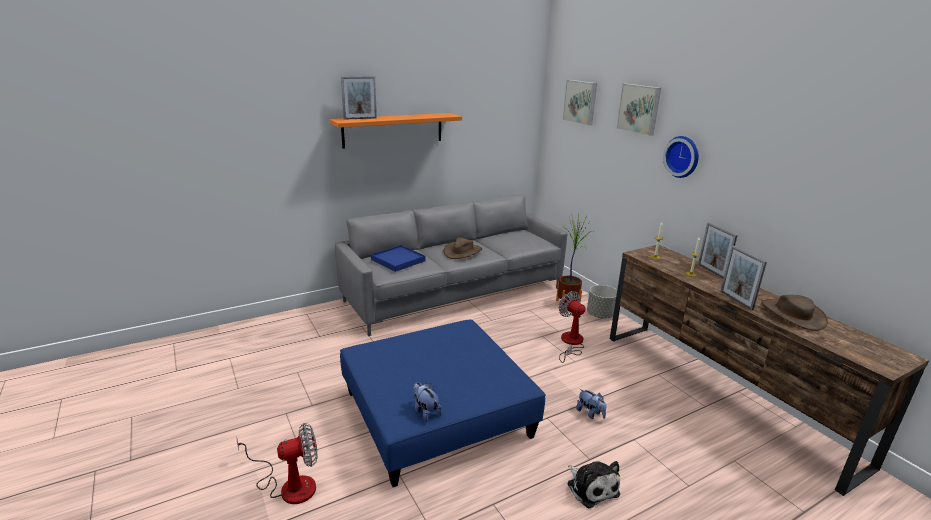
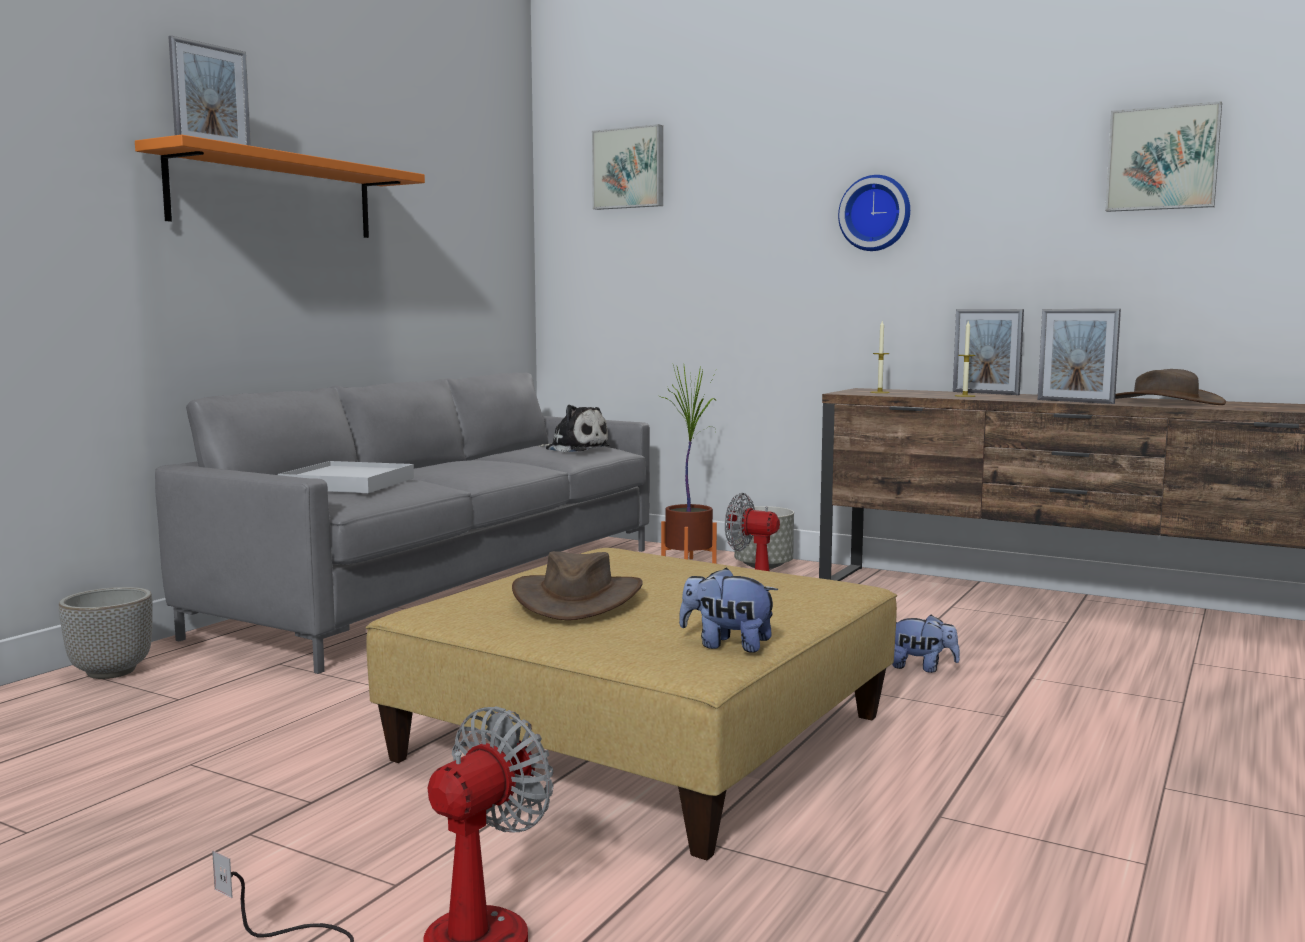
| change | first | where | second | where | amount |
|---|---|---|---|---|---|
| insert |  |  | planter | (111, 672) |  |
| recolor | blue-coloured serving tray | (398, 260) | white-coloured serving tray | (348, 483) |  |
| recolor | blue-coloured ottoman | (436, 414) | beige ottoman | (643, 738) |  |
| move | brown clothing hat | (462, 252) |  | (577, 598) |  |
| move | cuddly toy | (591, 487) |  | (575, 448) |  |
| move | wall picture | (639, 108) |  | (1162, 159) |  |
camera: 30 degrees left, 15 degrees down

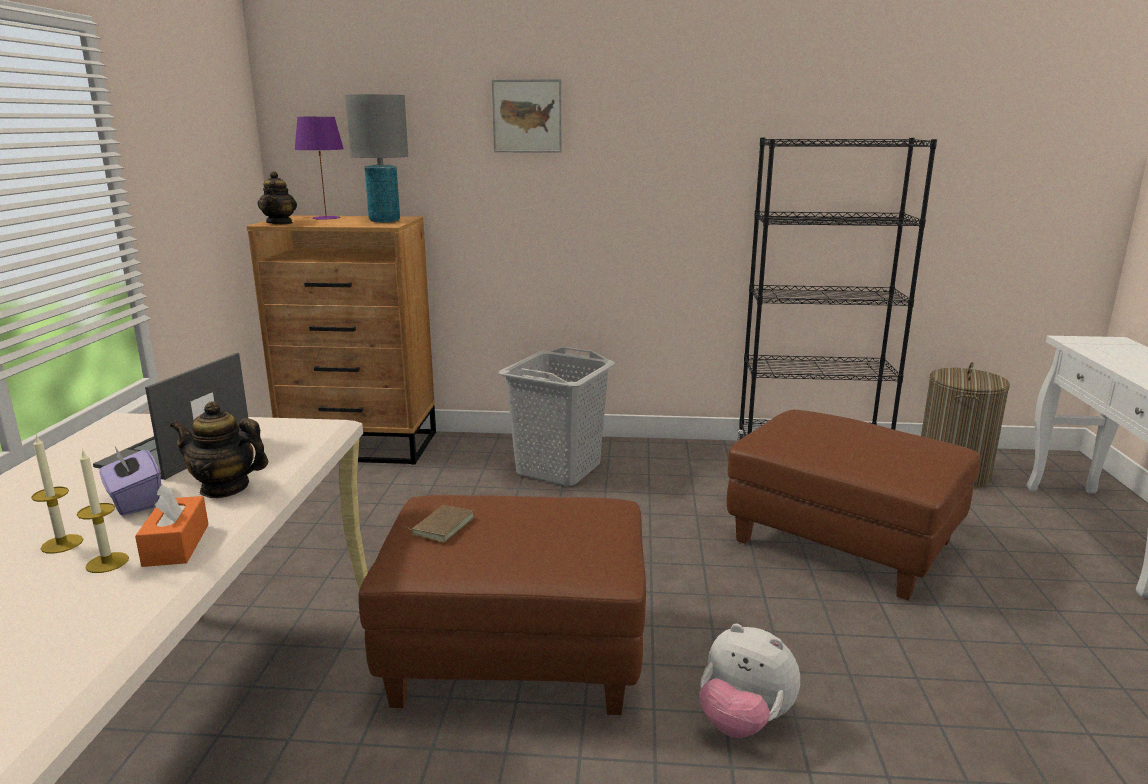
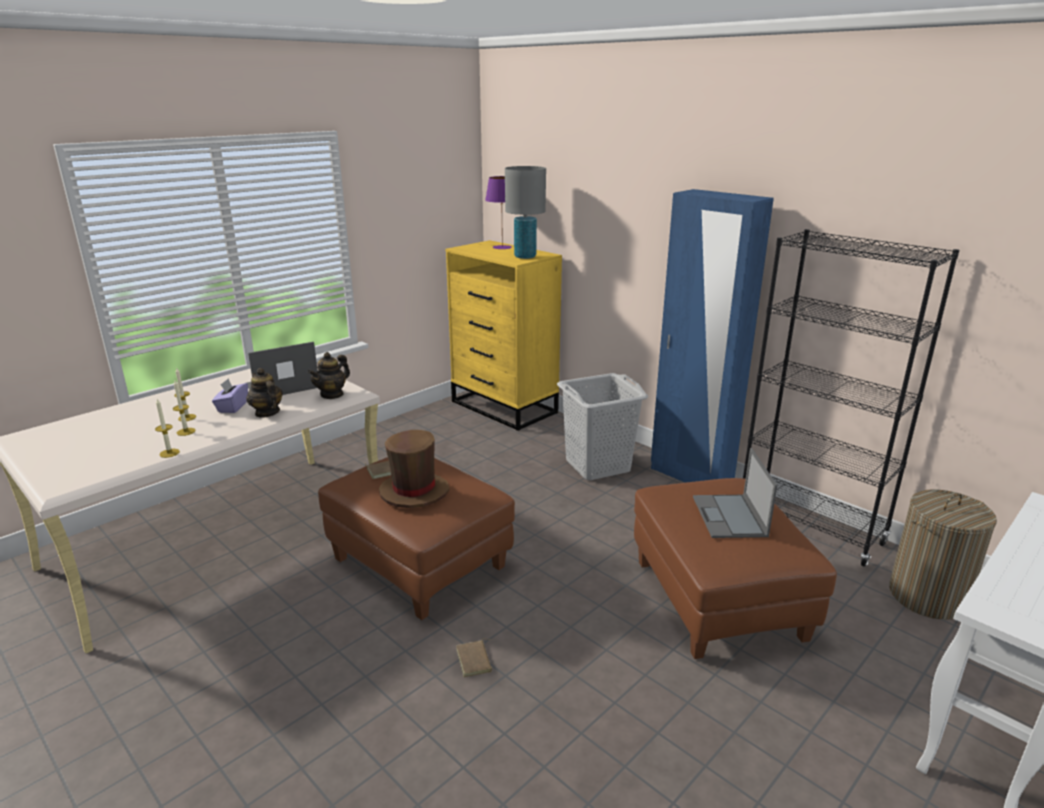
| change | first | where | second | where | amount |
|---|---|---|---|---|---|
| insert |  |  | wax light | (169, 453) |  |
| move | pot for tea | (280, 223) |  | (332, 394) |  |
| insert |  |  | brown clothing hat | (414, 492) |  |
| recolor | brown drawer chest | (361, 446) | yellow-coloured drawer chest | (504, 407) |  |
| replace | cuddly toy | (743, 721) | brown book | (475, 660) |  |
| insert |  |  | blue-coloured armoire | (690, 477) |  |
| insert |  |  | portable computer | (730, 517) |  |
| delete | orange-coloured tissue box | (176, 545) |  |  |  |
| delete | wall picture | (527, 116) |  |  |  |
camera: 40 degrees right, 5 degrees up

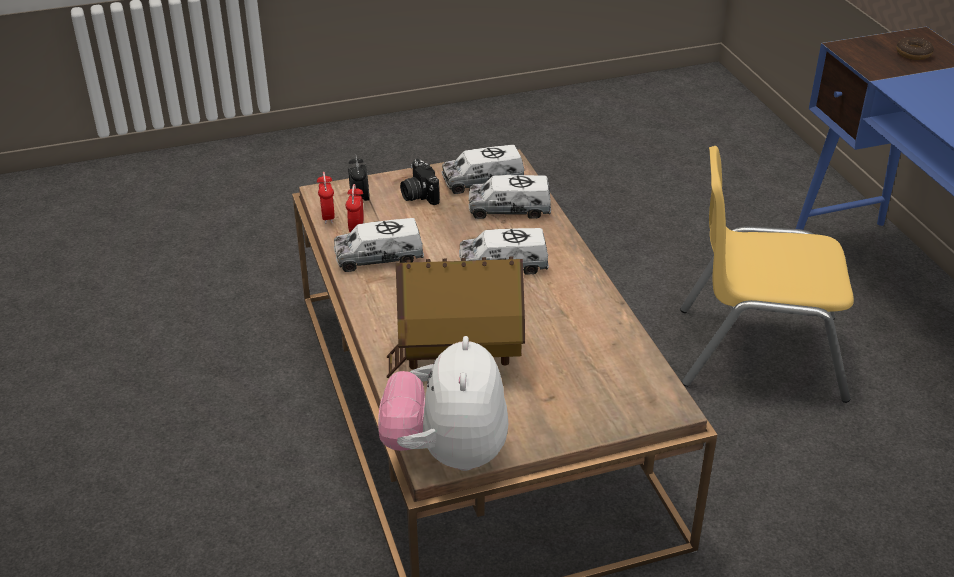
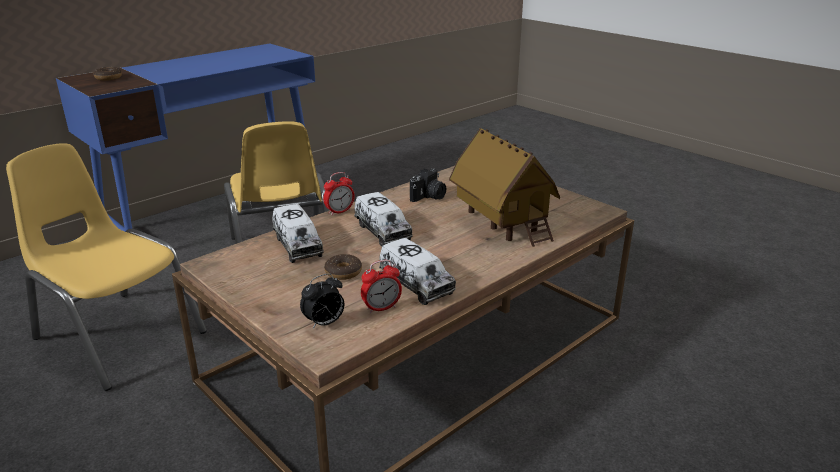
| change | first | where | second | where | amount |
|---|---|---|---|---|---|
| insert |  |  | yellow-coloured chair | (119, 336) |  |
| move | alarm clock | (328, 217) |  | (339, 211) |  |
| insert |  |  | donut | (343, 272) |  |
| move | photo camera | (418, 195) |  | (429, 197) |  |
| delete | cuddly toy | (447, 452) |  |  |  |
| delete | toy truck | (482, 181) |  |  |  |
camera: 115 degrees left, 10 degrees down

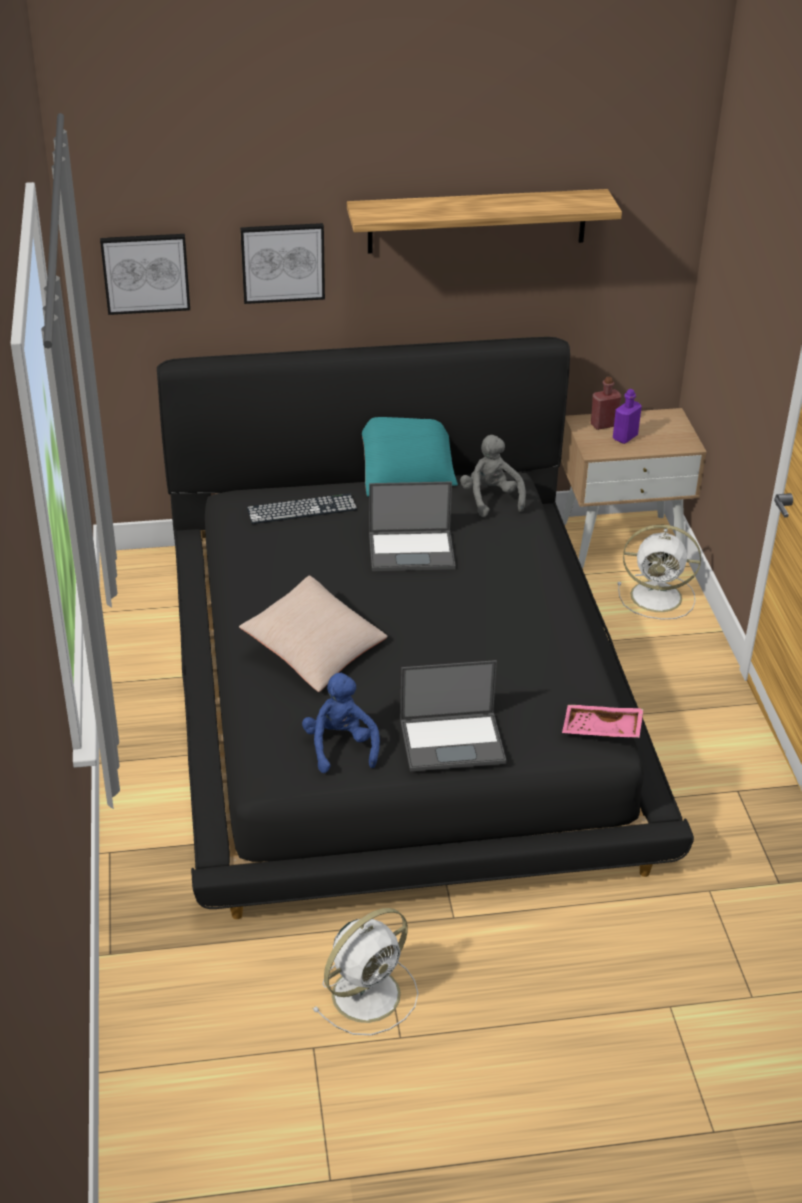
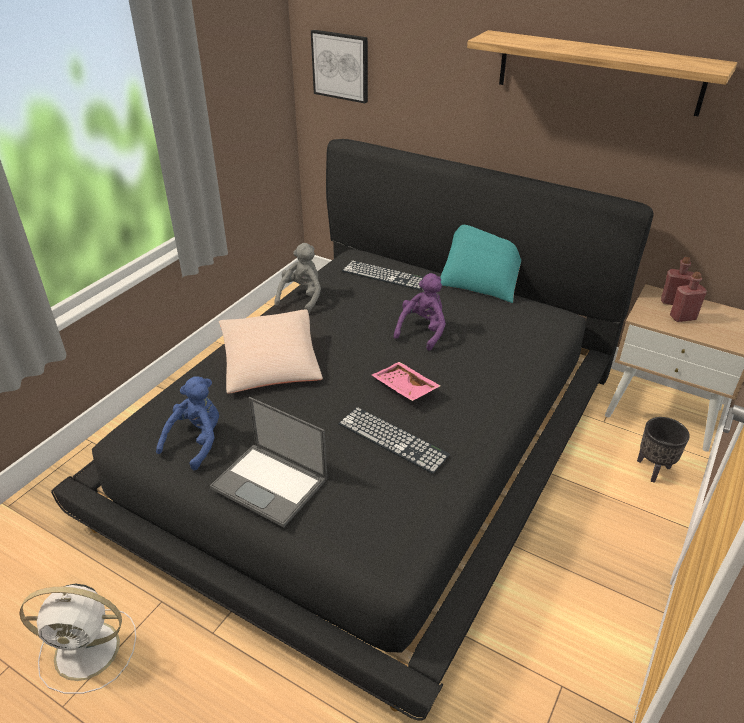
| change | first | where | second | where | amount |
|---|---|---|---|---|---|
| move | grey cuddly toy | (491, 499) |  | (302, 298) |  |
| insert |  |  | computer keyboard | (392, 439) |  |
| move | pinkish serving tray | (601, 730) |  | (404, 388) |  |
| replace | portable computer | (412, 550) | purplish cuddly toy | (422, 331) |  |
| replace | white-coloured cooling fan | (658, 597) | blackish planter | (653, 469) |  |
| recolor | purplish bottle | (625, 437) | reddish bottle | (682, 317) |  |
| delete | wall picture | (283, 262) |  |  |  |
camera: 40 degrees right, 0 degrees up

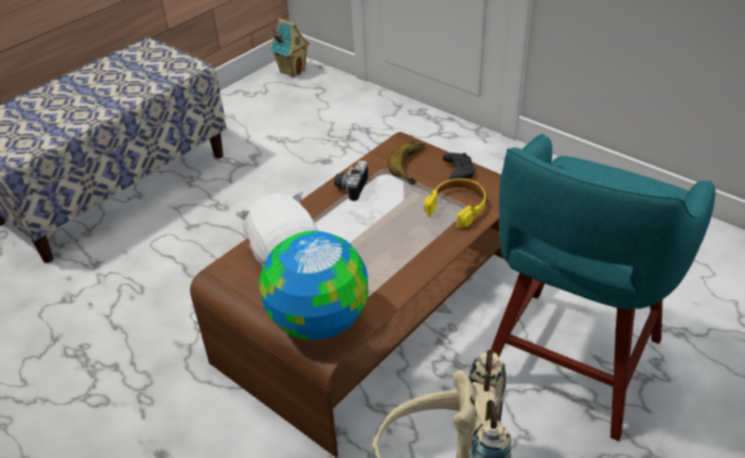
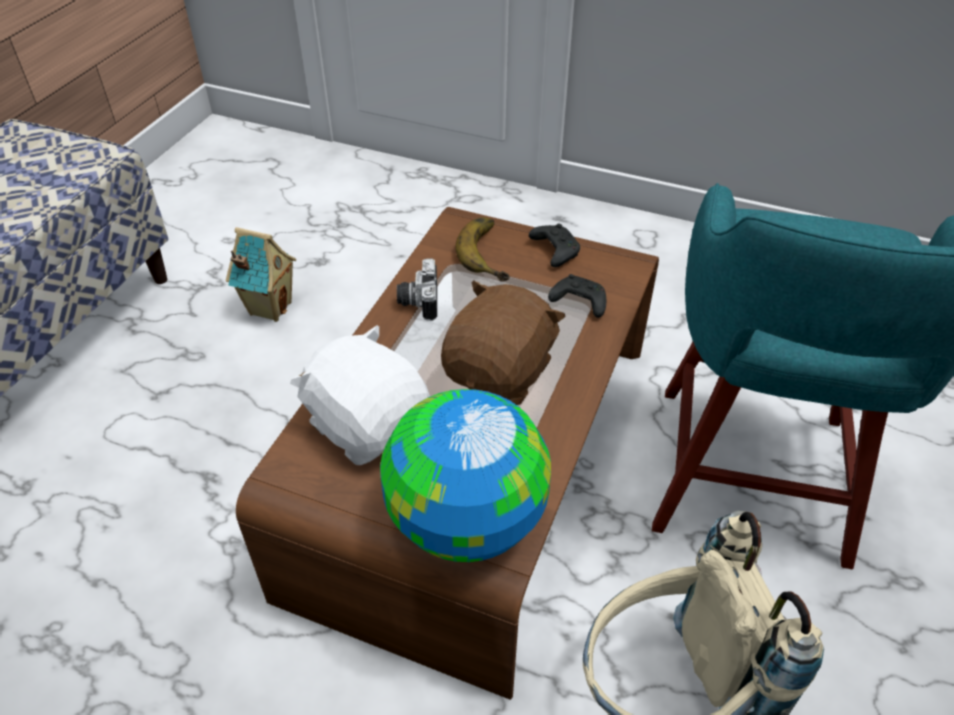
| change | first | where | second | where | amount |
|---|---|---|---|---|---|
| move | model house | (292, 71) |  | (269, 308) |  |
| insert |  |  | brown cuddly toy | (501, 372) |  |
| replace | yellow-coloured pair of headphones | (457, 207) | blackish game controller | (578, 302) |  |
camera: 20 degrees left, 5 degrees up

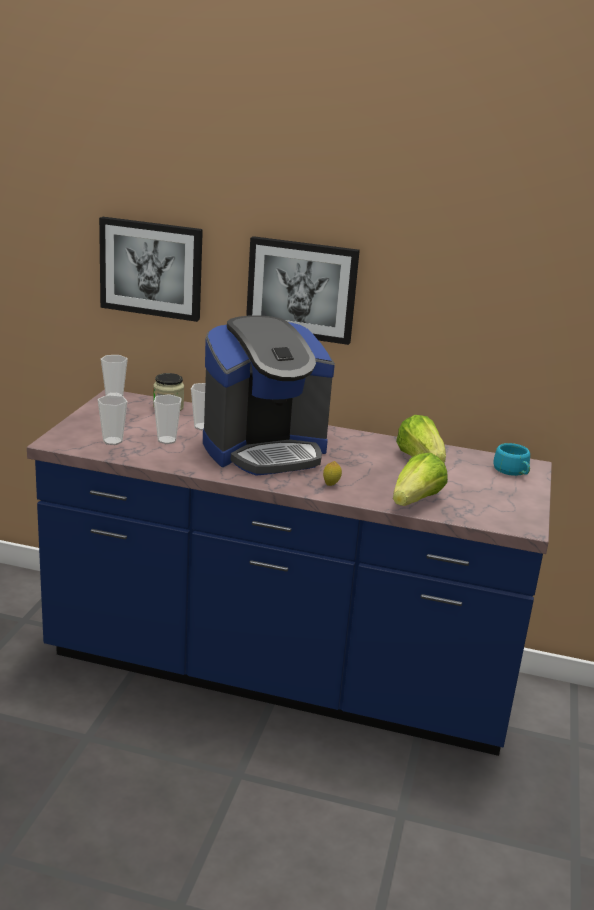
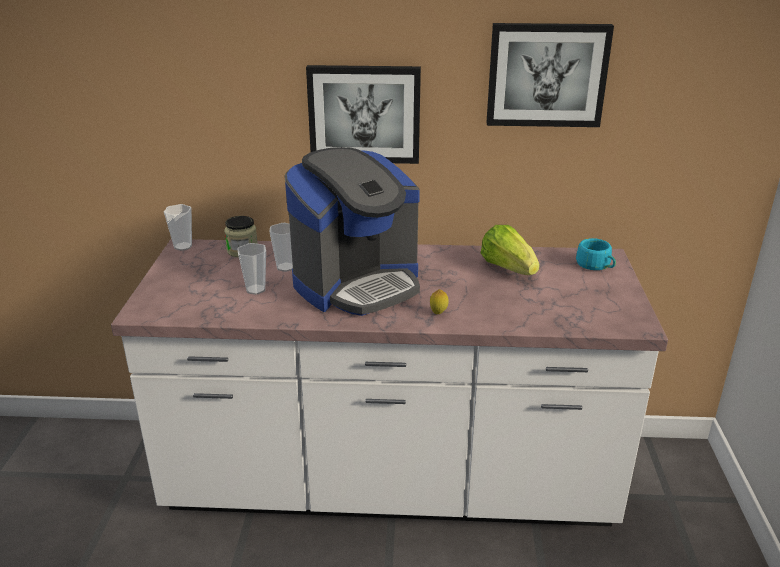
| change | first | where | second | where | amount |
|---|---|---|---|---|---|
| recolor | blue-coloured kitchen counter | (279, 674) | white-coloured kitchen counter | (390, 484) |  |
| move | wall picture | (151, 268) |  | (547, 75) |  |
| delete | small cup | (112, 441) |  |  |  |
| delete | lettuce | (416, 501) |  |  |  |
camera: 10 degrees left, 5 degrees up

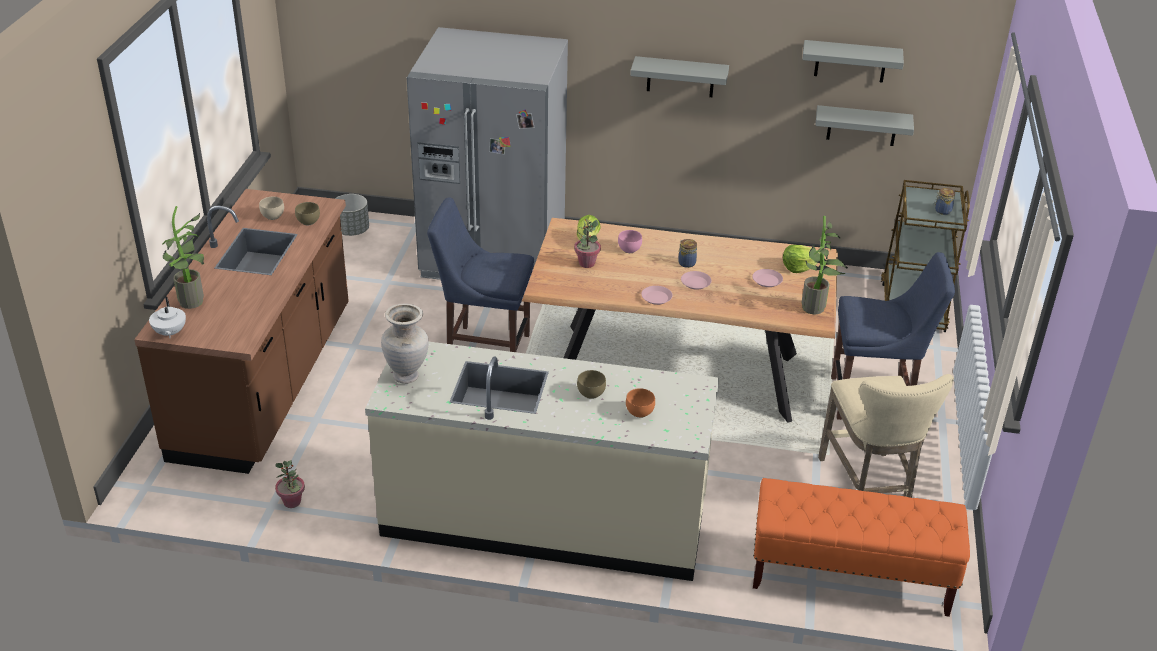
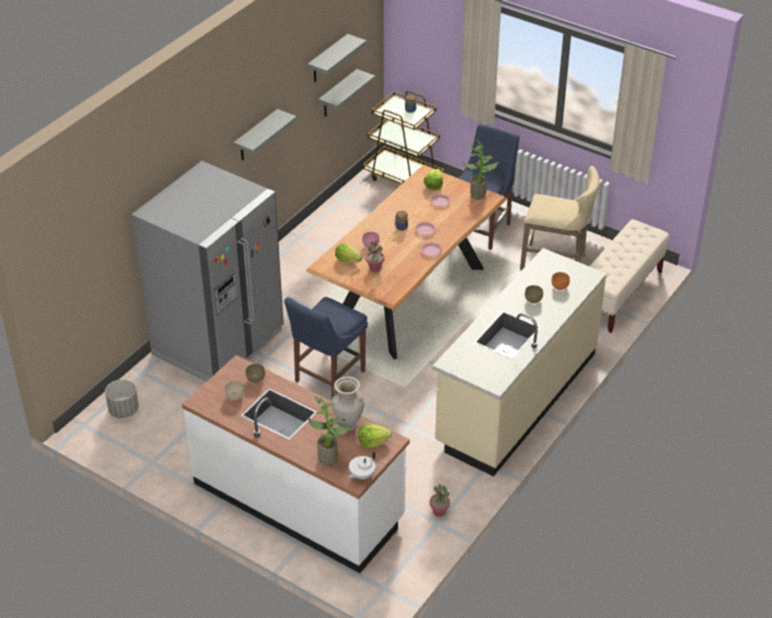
| change | first | where | second | where | amount |
|---|---|---|---|---|---|
| recolor | brown kitchen counter | (266, 383) | white-coloured kitchen counter | (299, 501) |  |
| move | beige vase | (407, 376) |  | (348, 424) |  |
| rotate | white-coloured pot for tea | (169, 333) |  | (361, 475) | 120 degrees clockwise |
| insert |  |  | lettuce | (373, 441) |  |
| recolor | orange-coloured indoor bench | (849, 577) | beige indoor bench | (618, 295) |  |
camera: 65 degrees left, 5 degrees up

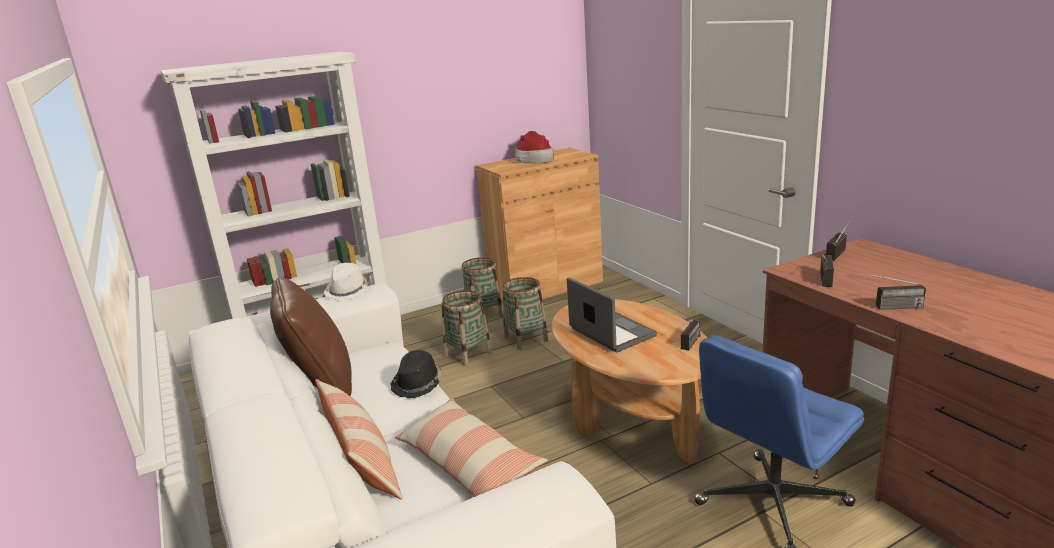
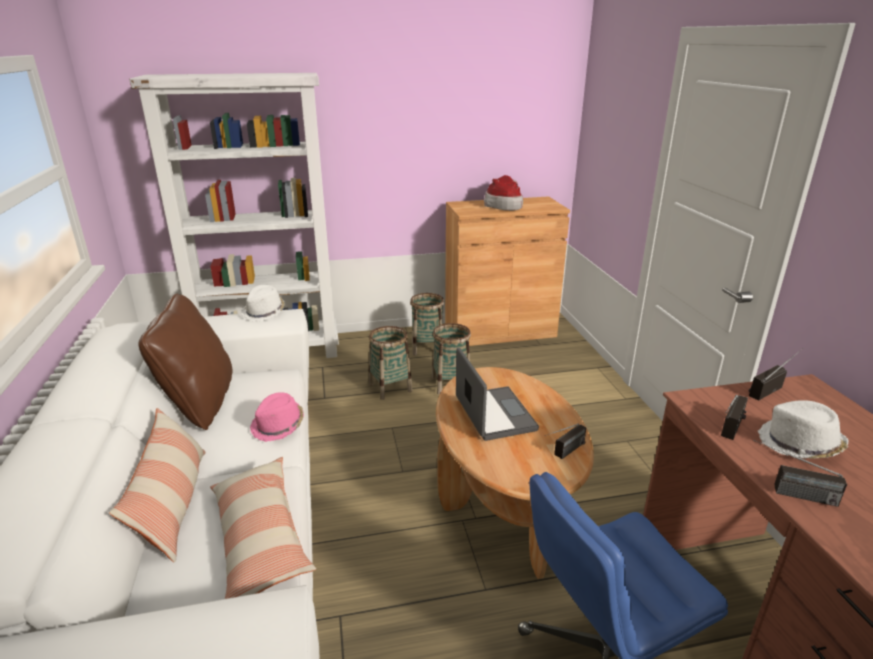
| change | first | where | second | where | amount |
|---|---|---|---|---|---|
| recolor | blackish clothing hat | (418, 384) | pinkish clothing hat | (279, 426) |  |
| insert |  |  | white-coloured clothing hat | (799, 444) |  |
camera: 15 degrees right, 5 degrees up

